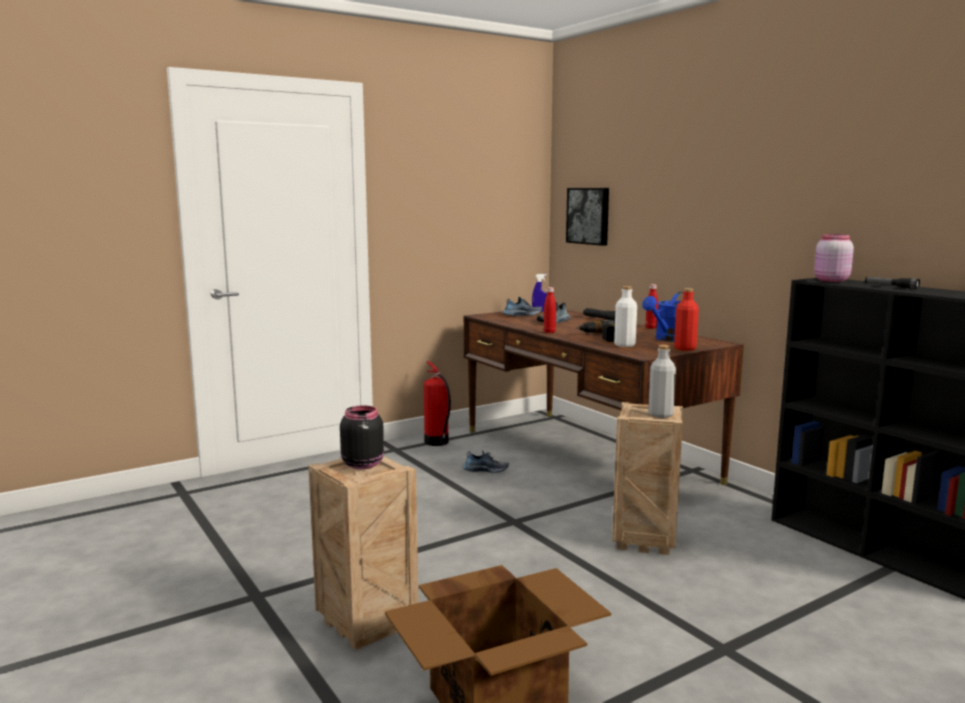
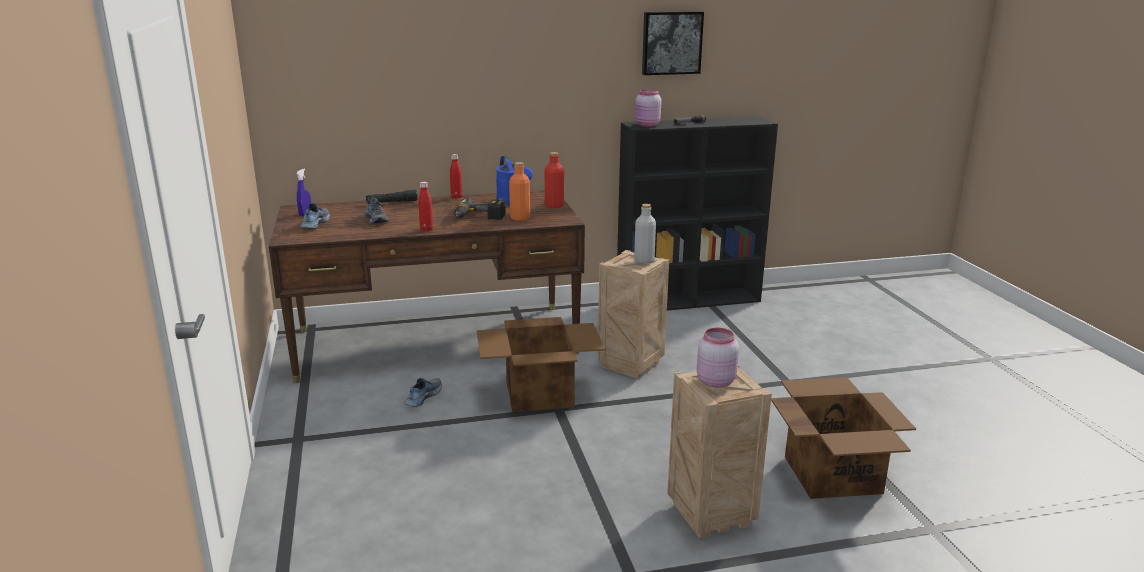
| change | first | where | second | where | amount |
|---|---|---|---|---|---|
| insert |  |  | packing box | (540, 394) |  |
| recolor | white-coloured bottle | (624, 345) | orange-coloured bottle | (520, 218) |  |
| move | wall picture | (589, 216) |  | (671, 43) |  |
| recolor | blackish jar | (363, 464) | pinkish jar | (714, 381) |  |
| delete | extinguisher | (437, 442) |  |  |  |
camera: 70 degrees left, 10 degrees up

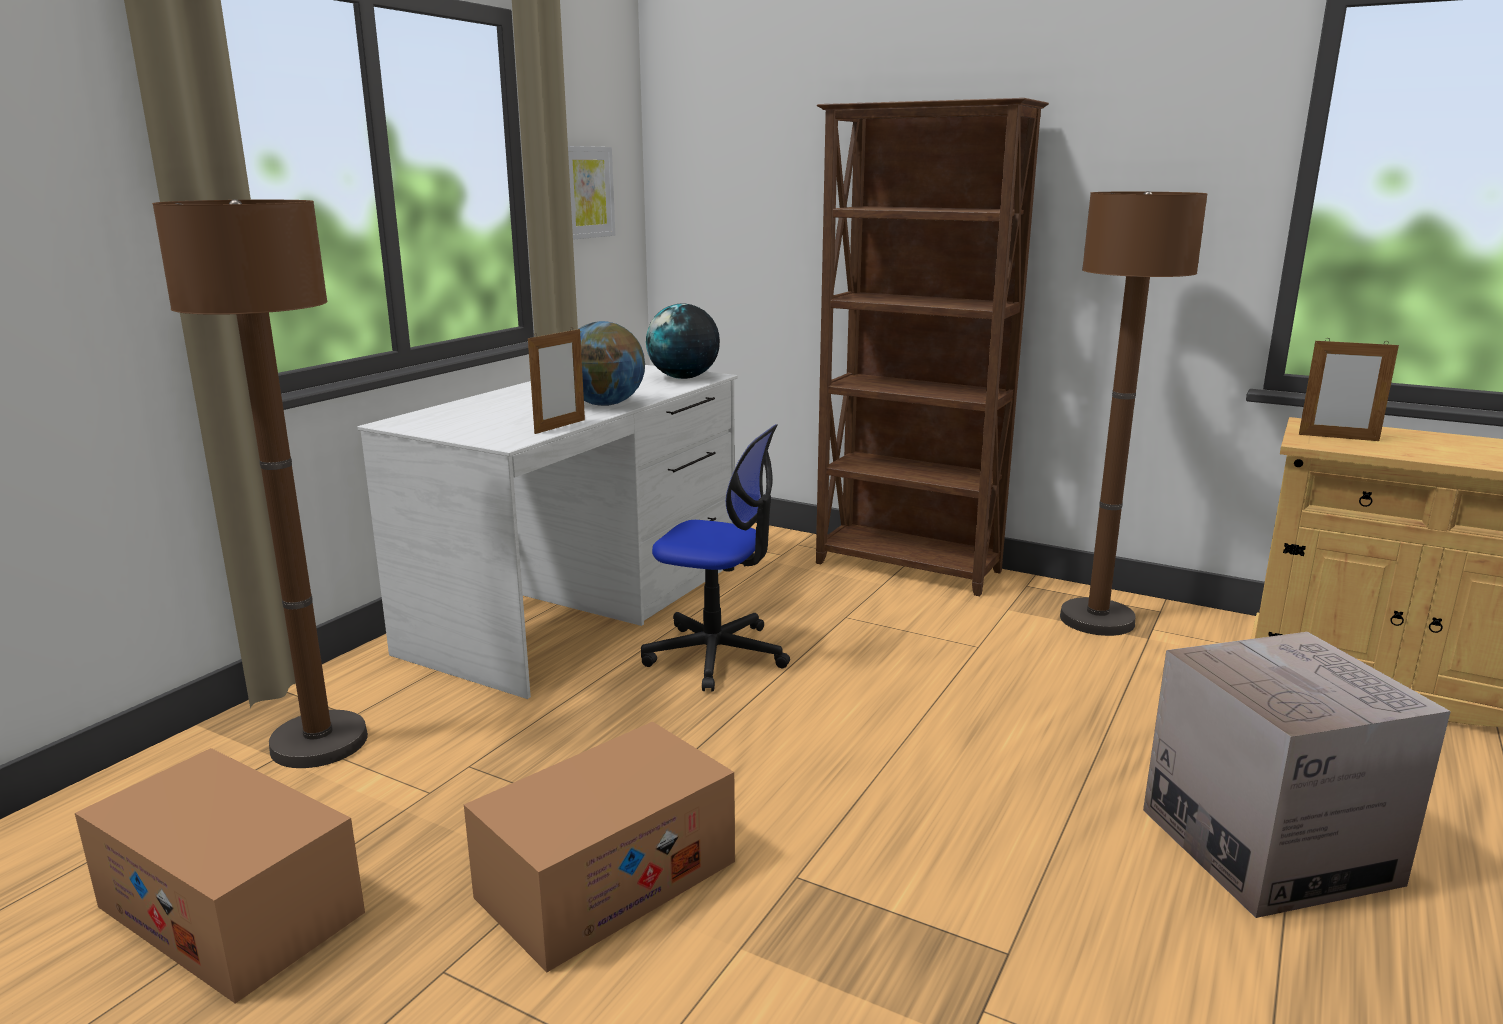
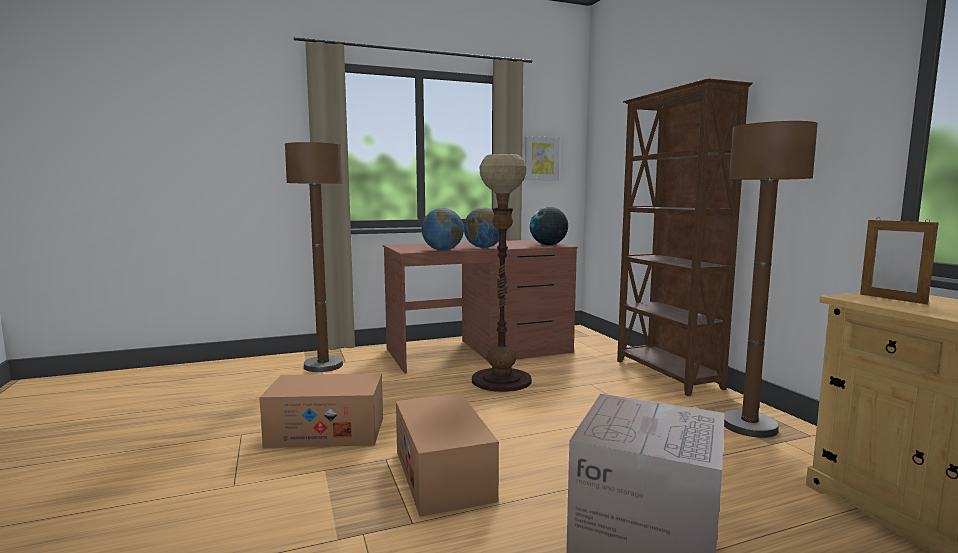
| change | first | where | second | where | amount |
|---|---|---|---|---|---|
| recolor | white-coloured desk table | (581, 606) | brown desk table | (479, 351) |  |
| move | packing box | (231, 909) |  | (443, 475) |  |
| replace | photo frame | (560, 426) | globe | (442, 250) |  |
| replace | computer chair | (716, 655) | floor lamp | (501, 380) |  |
camera: 40 degrees right, 10 degrees down

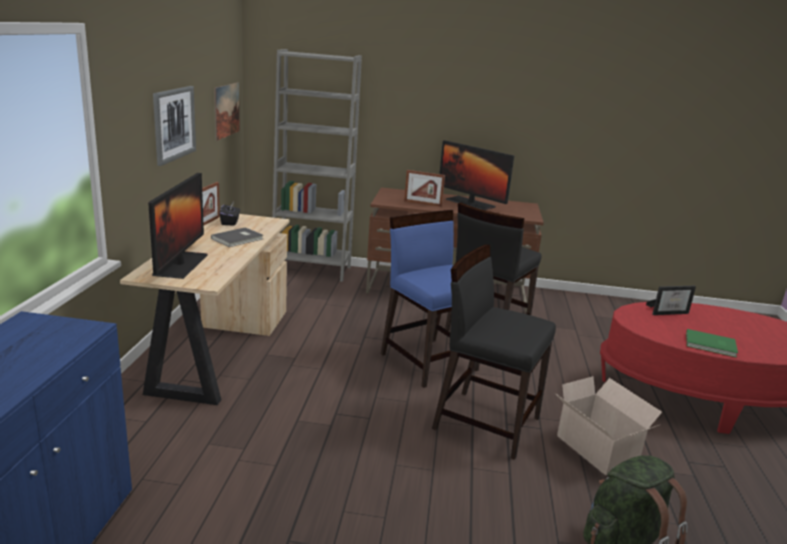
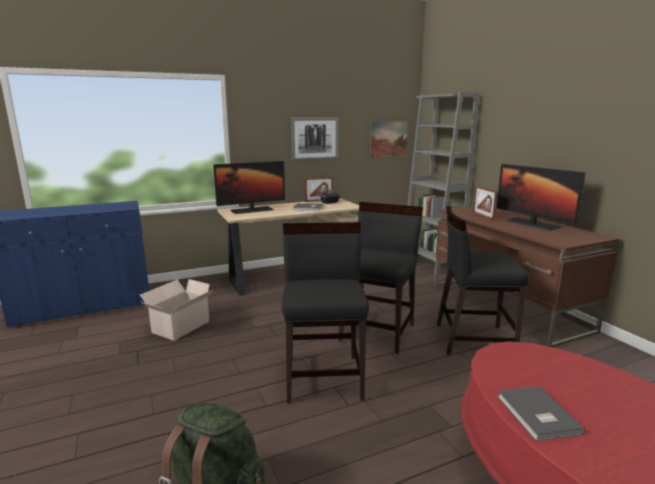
| change | first | where | second | where | amount |
|---|---|---|---|---|---|
| move | packing box | (598, 450) |  | (179, 327) |  |
| recolor | blue-coloured chair | (428, 361) | blackish chair | (378, 332) |  |
| rotate | monitor | (470, 203) |  | (532, 224) | 45 degrees counterclockwise |
| recolor | greenish book | (711, 345) | grey book | (536, 415) |  |
| delete | photo frame | (668, 312) |  |  |  |
camera: 60 degrees right, 5 degrees down

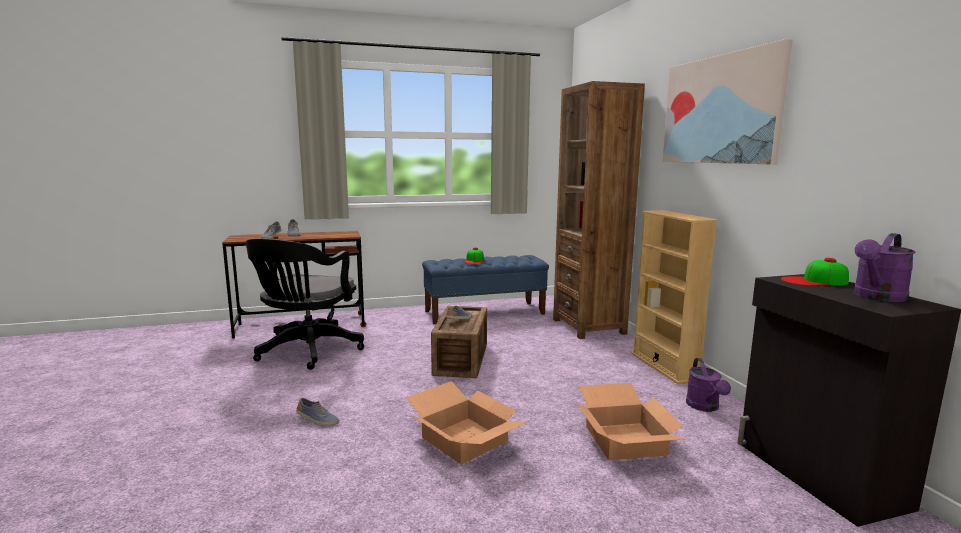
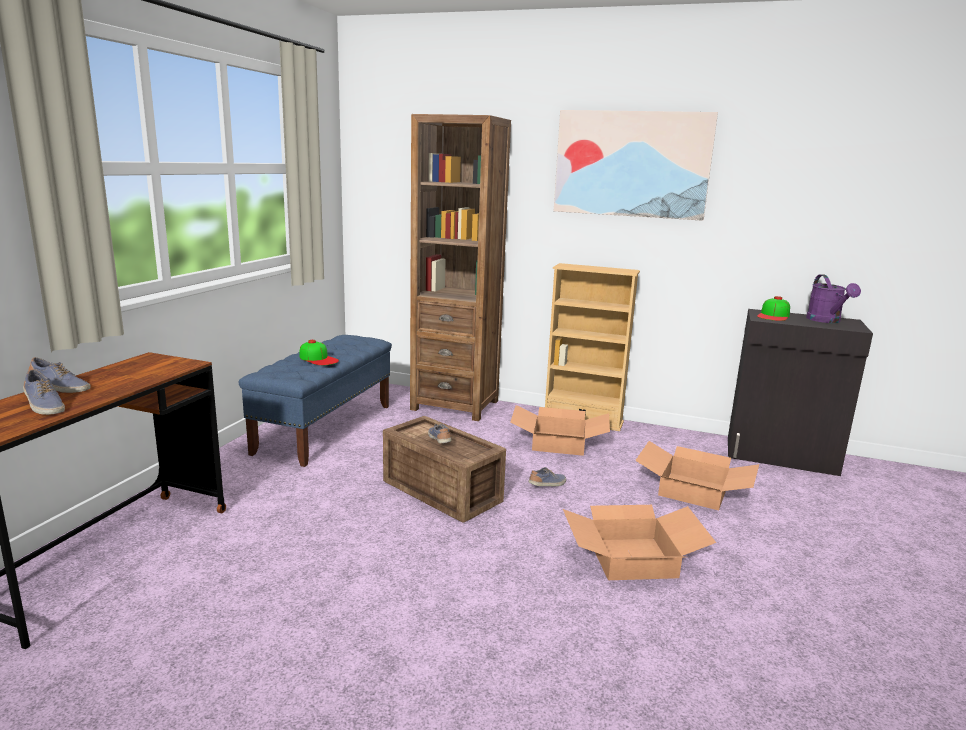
| change | first | where | second | where | amount |
|---|---|---|---|---|---|
| insert |  |  | packing box | (559, 442) |  |
| move | item of footwear | (317, 420) |  | (548, 485) |  |
| delete | blackish computer chair | (307, 352) |  |  |  |
| delete | purplish sprinkling can | (705, 407) |  |  |  |
camera: 55 degrees left, 5 degrees up

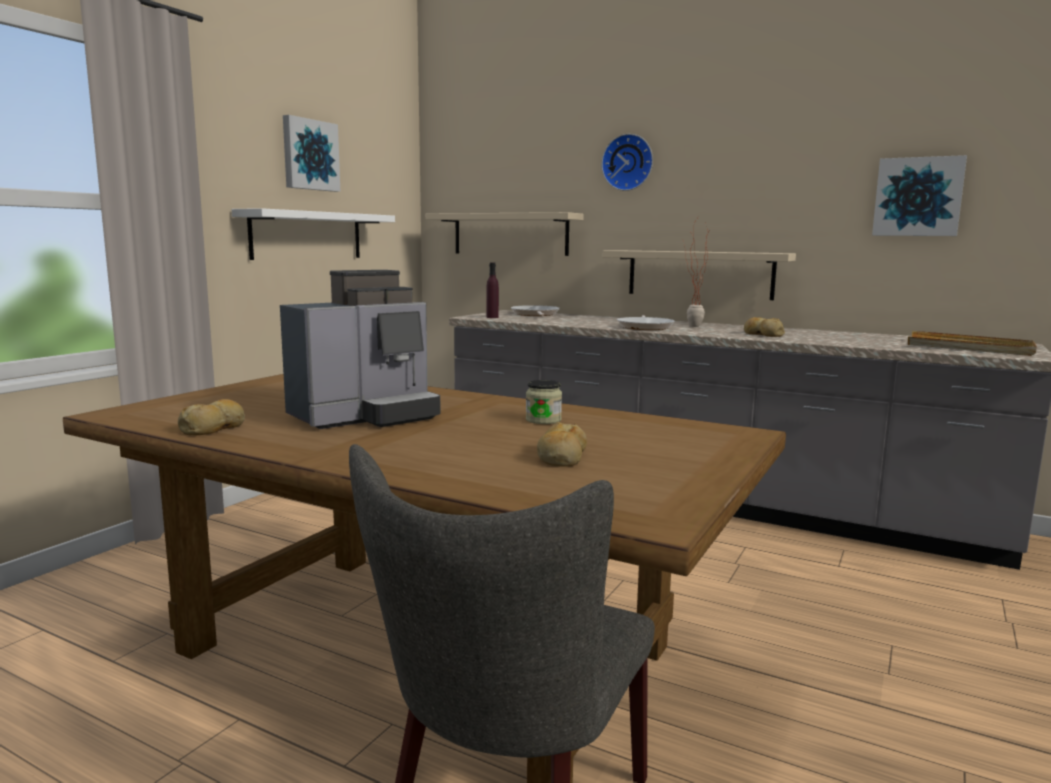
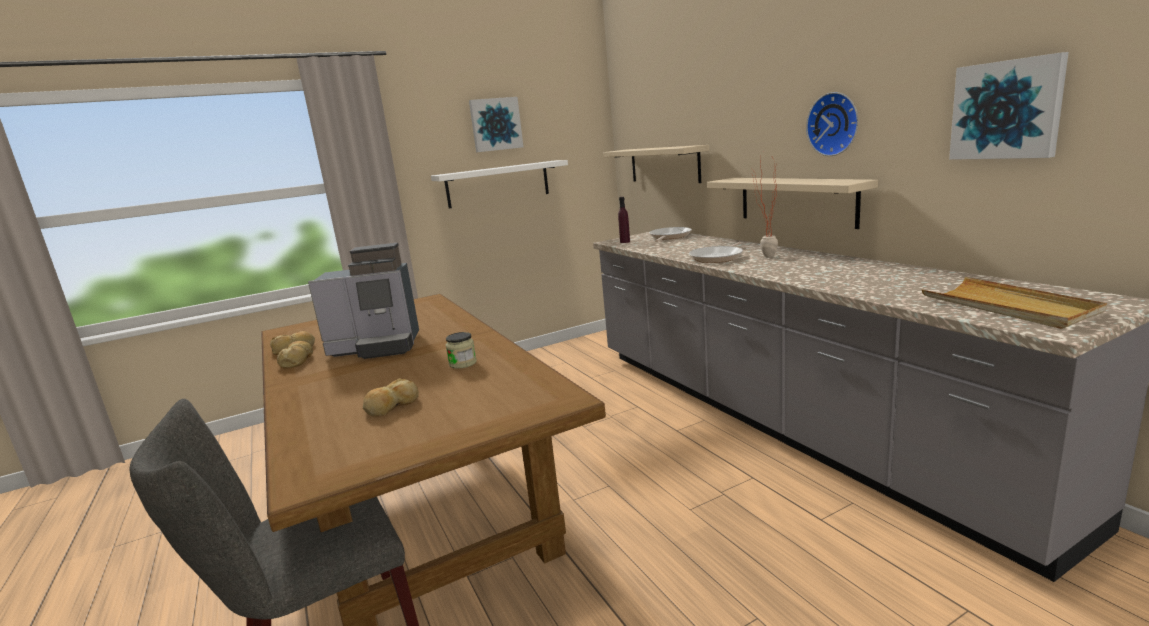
| change | first | where | second | where | amount |
|---|---|---|---|---|---|
| move | bread | (763, 334) |  | (297, 360) |  |
| move | wall clock | (628, 162) |  | (834, 124) |  |
camera: 35 degrees right, 5 degrees up

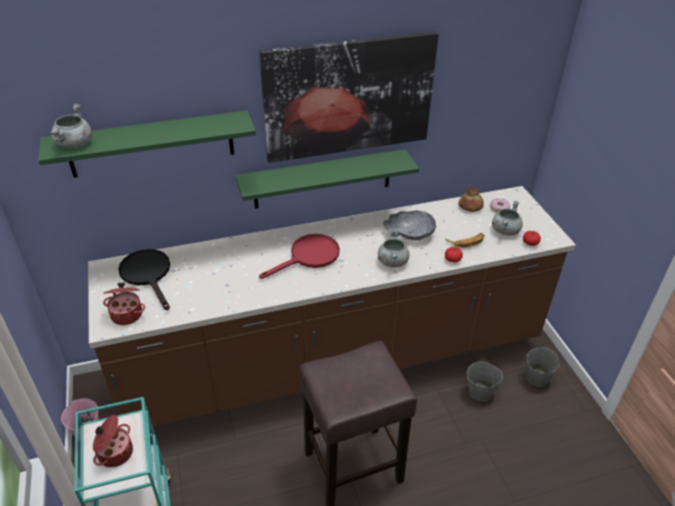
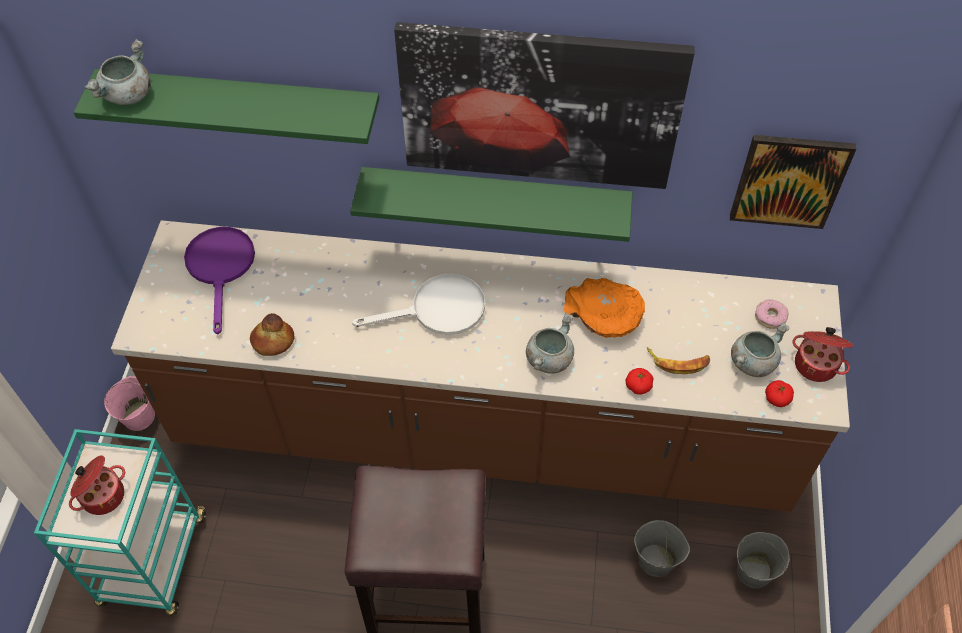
| change | first | where | second | where | amount |
|---|---|---|---|---|---|
| recolor | blackish frying pan | (148, 275) | purplish frying pan | (221, 268) |  |
| move | bread | (470, 206) |  | (273, 341) |  |
| recolor | reddish frying pan | (309, 257) | white-coloured frying pan | (438, 310) |  |
| recolor | grey serving bowl | (409, 232) | orange-coloured serving bowl | (604, 315) |  |
| insert |  |  | wall picture | (789, 180) |  |
| move | saucepot | (127, 314) |  | (816, 364) |  |
camera: 25 degrees right, 15 degrees up

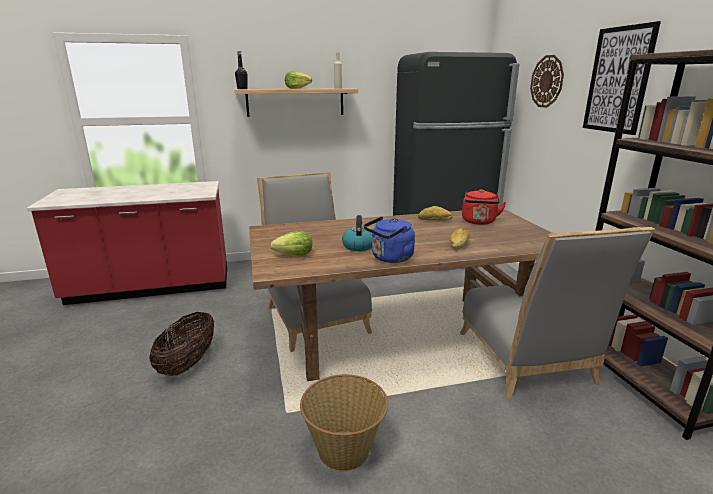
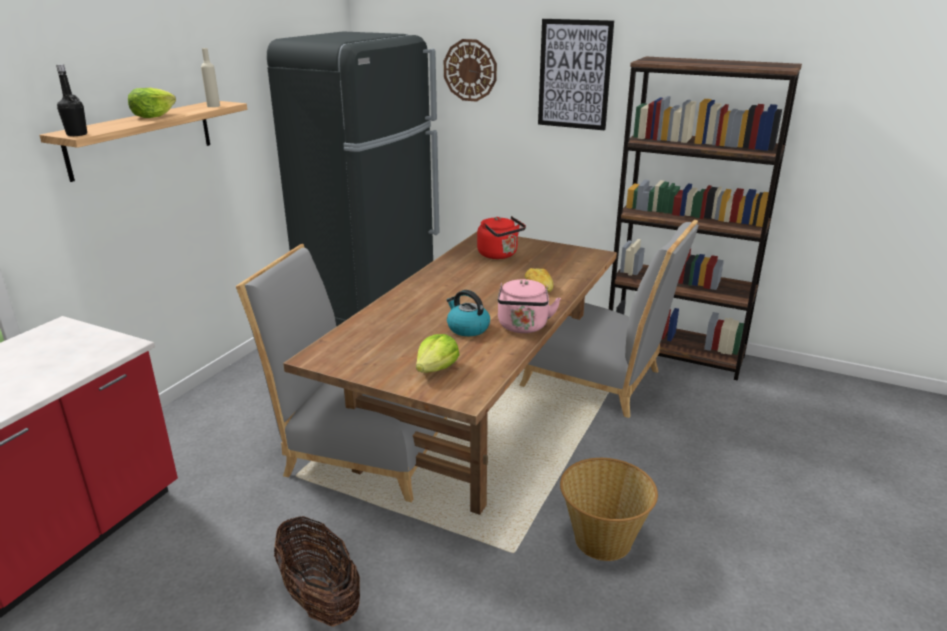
| change | first | where | second | where | amount |
|---|---|---|---|---|---|
| recolor | blue-coloured water kettle | (390, 258) | pinkish water kettle | (523, 327) |  |
| delete | bread | (434, 220) |  |  |  |
camera: 50 degrees left, 5 degrees up

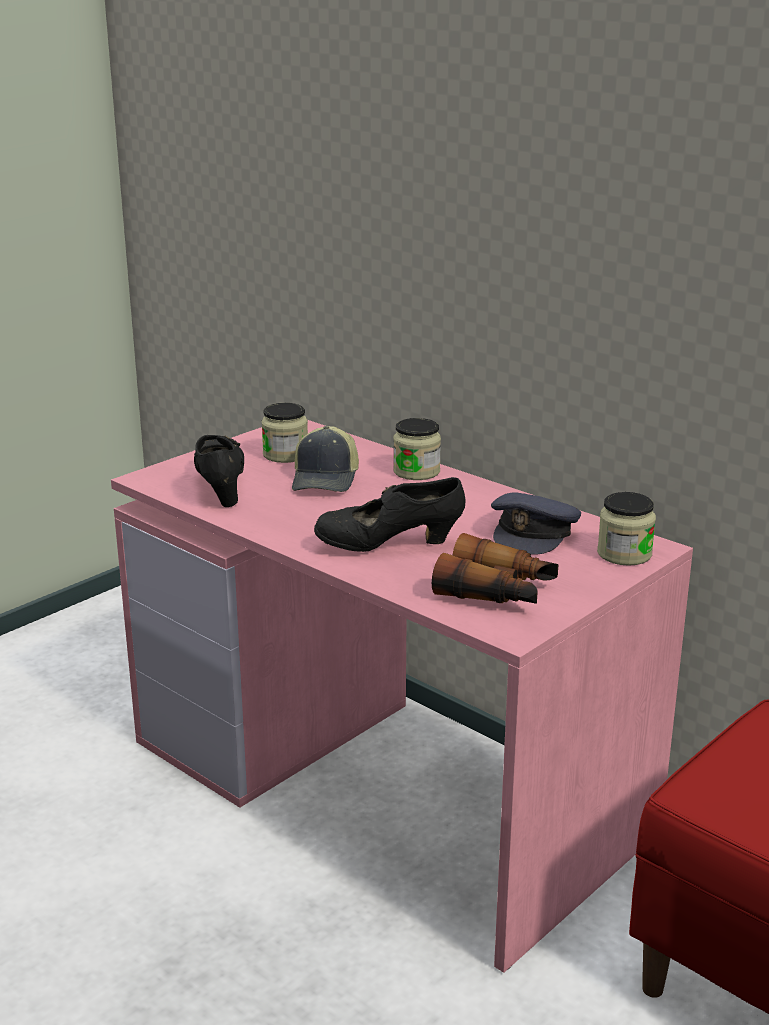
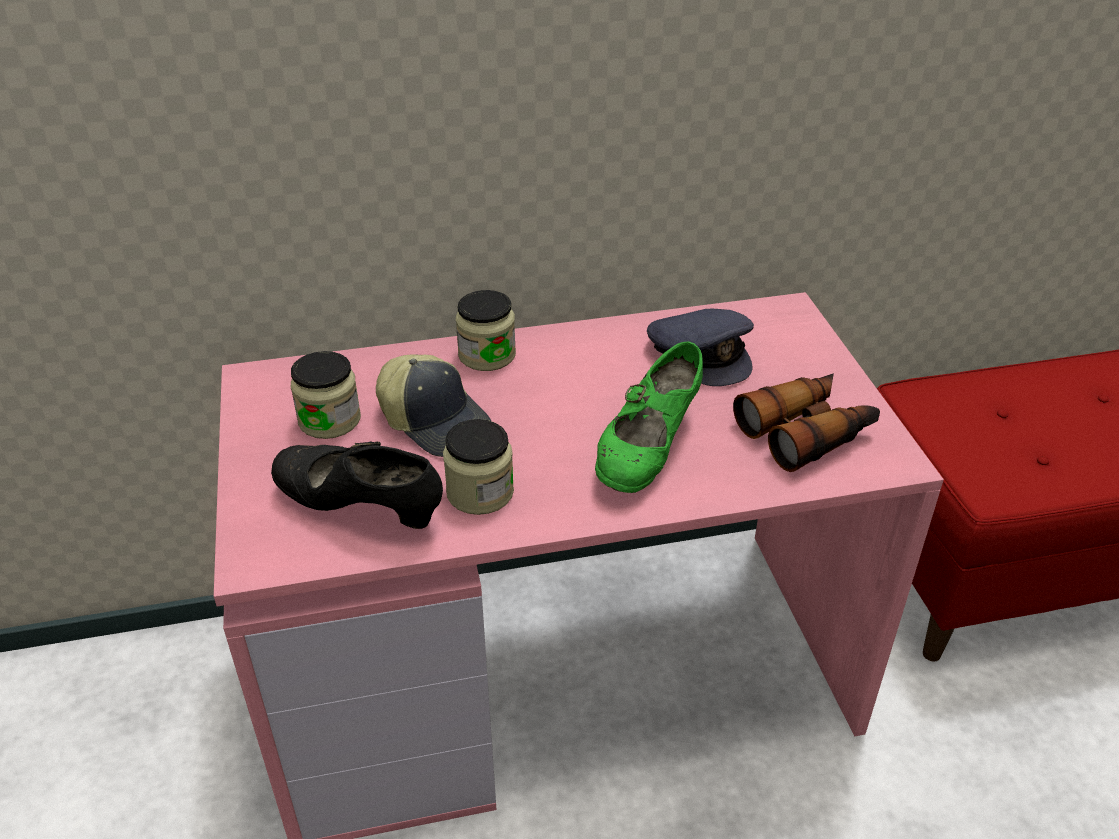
| change | first | where | second | where | amount |
|---|---|---|---|---|---|
| move | jar | (624, 554) |  | (480, 492) |  |
| recolor | blackish item of footwear | (389, 546) | greenish item of footwear | (647, 452) |  |
camera: 55 degrees left, 15 degrees up

